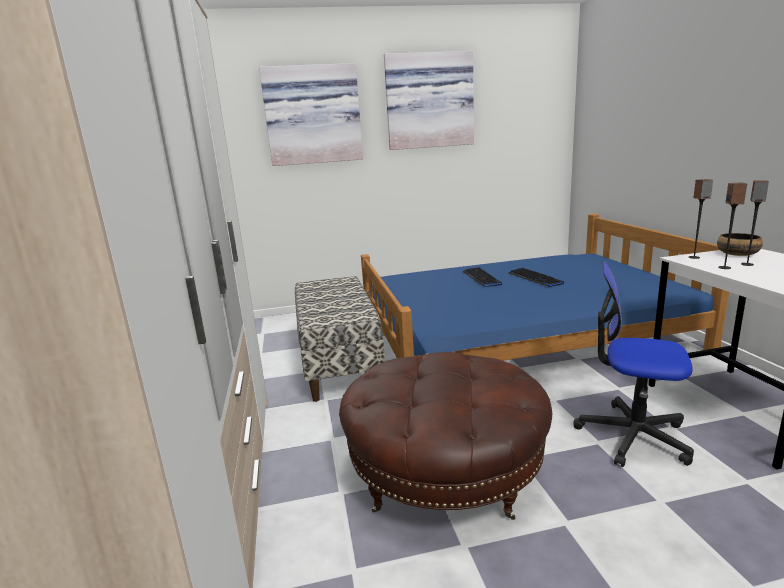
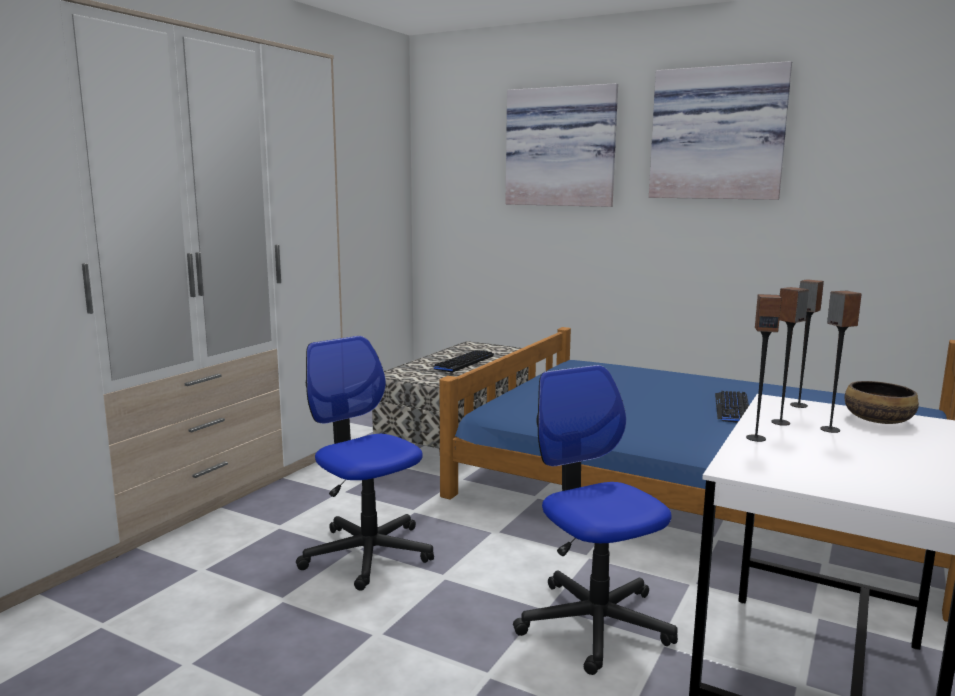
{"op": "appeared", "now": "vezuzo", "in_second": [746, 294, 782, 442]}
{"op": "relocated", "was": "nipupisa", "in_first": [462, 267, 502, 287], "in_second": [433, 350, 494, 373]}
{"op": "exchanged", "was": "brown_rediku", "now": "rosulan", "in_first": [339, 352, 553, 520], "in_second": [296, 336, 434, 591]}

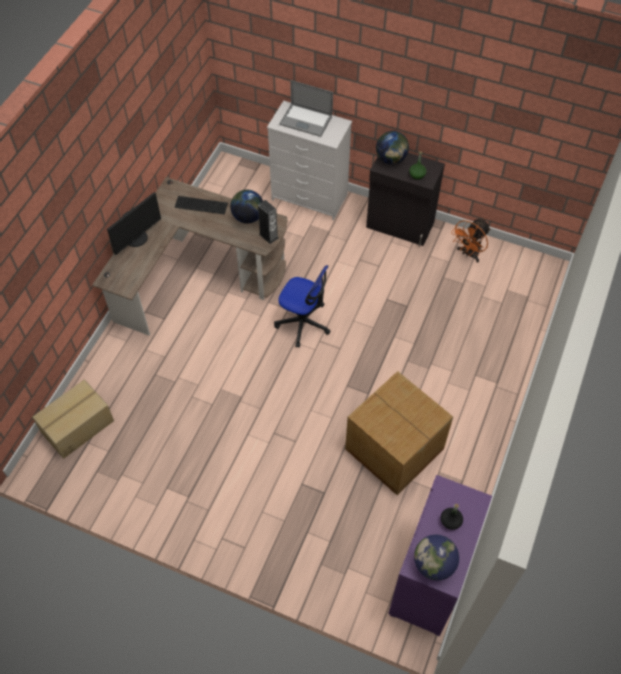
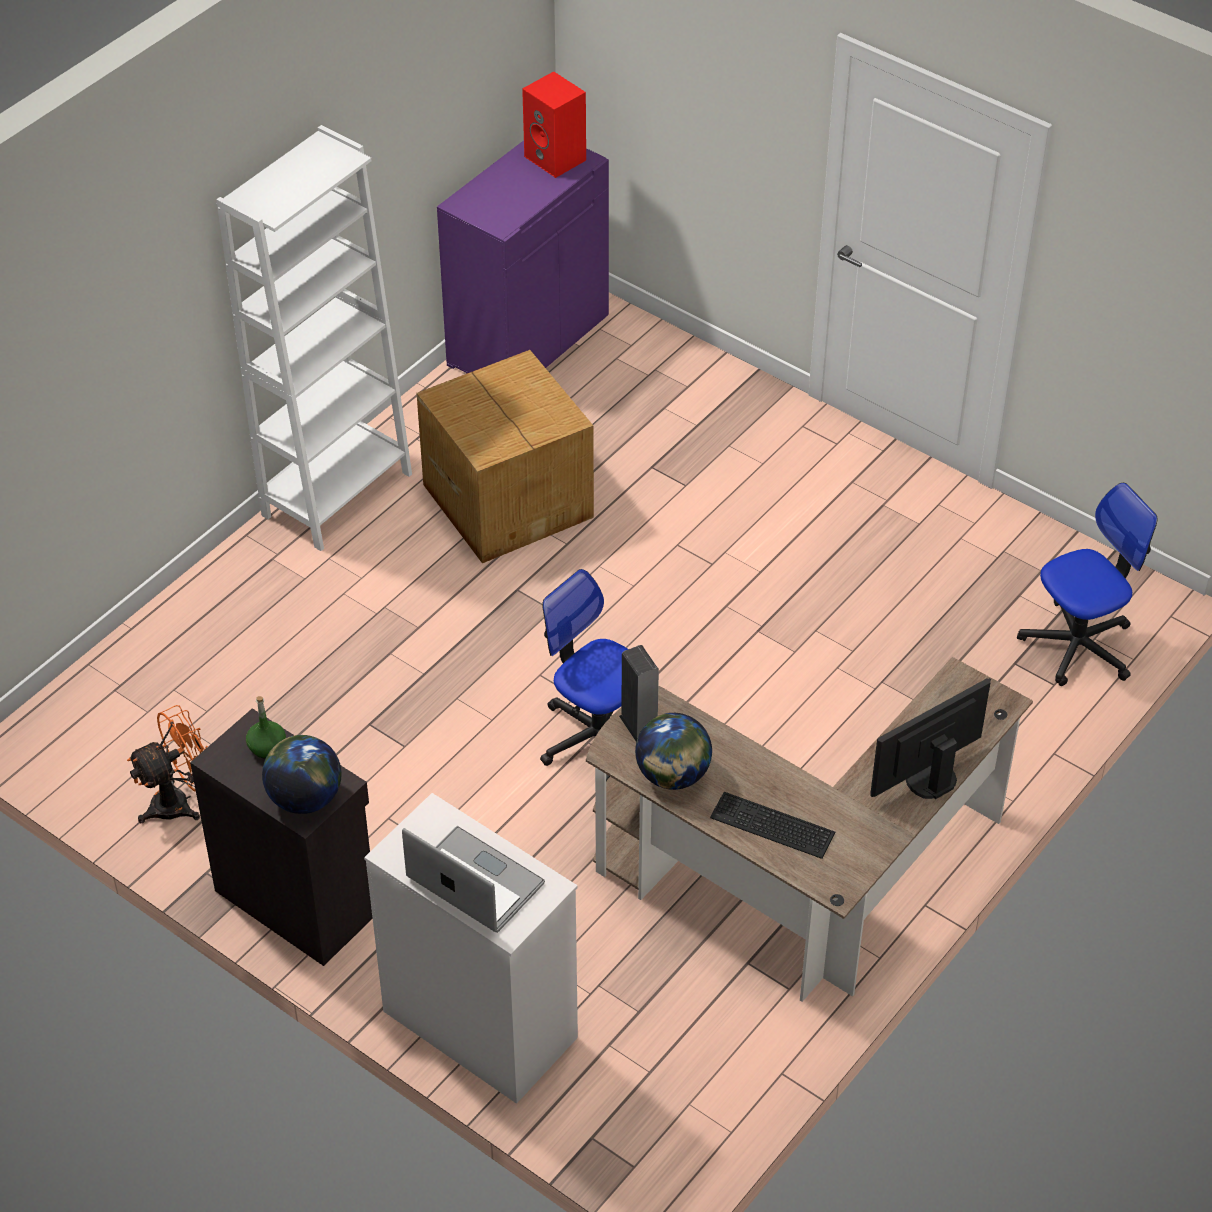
{"op": "missing", "was": "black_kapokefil", "in_first": [441, 504, 463, 530]}
{"op": "appeared", "now": "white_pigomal", "in_second": [216, 125, 412, 551]}
{"op": "exchanged", "was": "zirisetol", "now": "rosulan", "in_first": [32, 380, 114, 459], "in_second": [1017, 483, 1158, 686]}
{"op": "exchanged", "was": "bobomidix", "now": "red_vezuzo", "in_first": [414, 534, 459, 581], "in_second": [522, 71, 586, 178]}

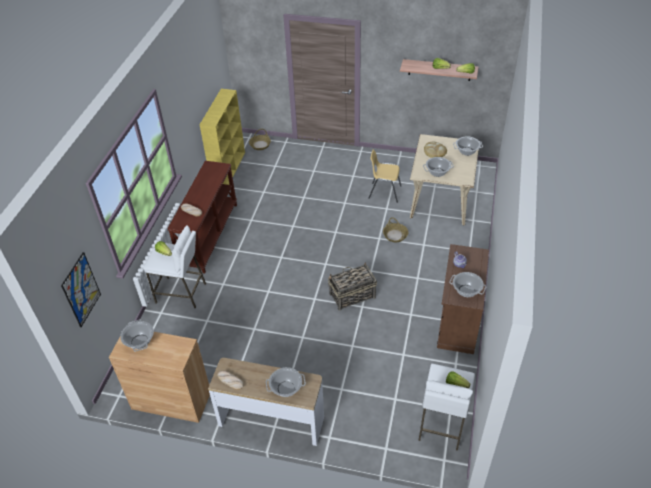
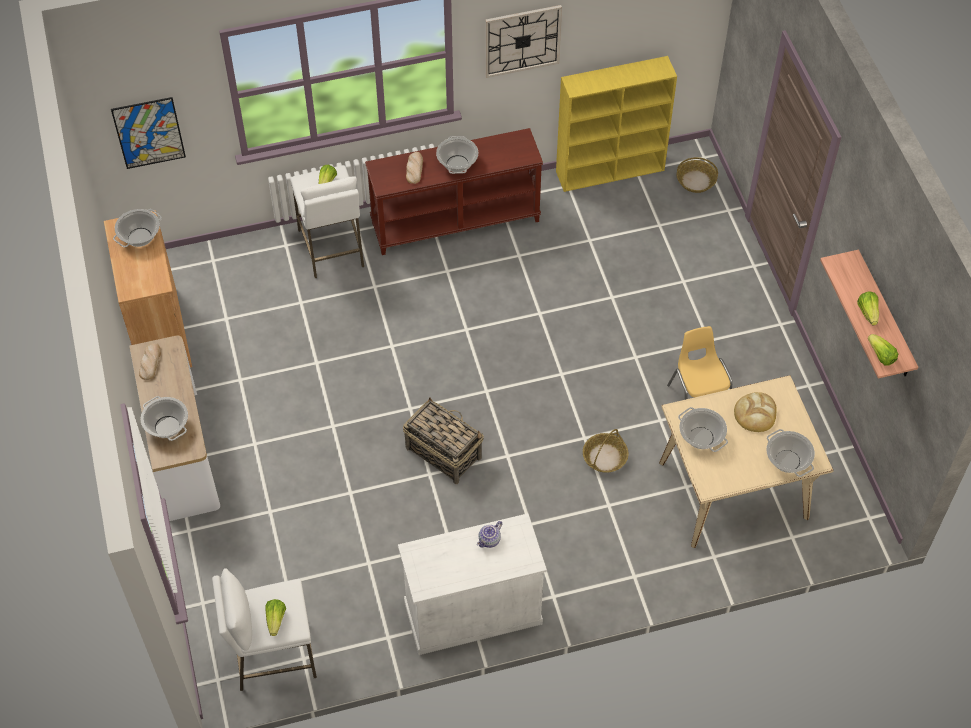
{"op": "appeared", "now": "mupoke", "in_second": [485, 5, 562, 78]}
{"op": "relocated", "was": "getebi", "in_first": [449, 272, 486, 297], "in_second": [436, 136, 478, 174]}
{"op": "colour", "was": "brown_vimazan", "now": "white_vimazan", "in_first": [437, 244, 489, 354], "in_second": [398, 513, 547, 655]}

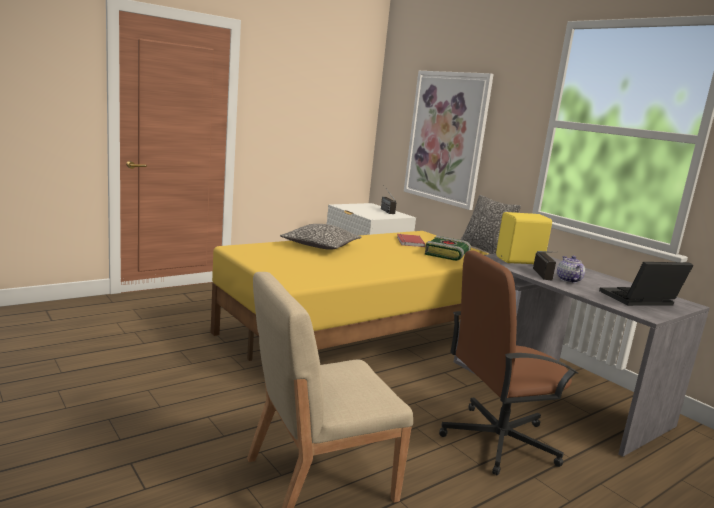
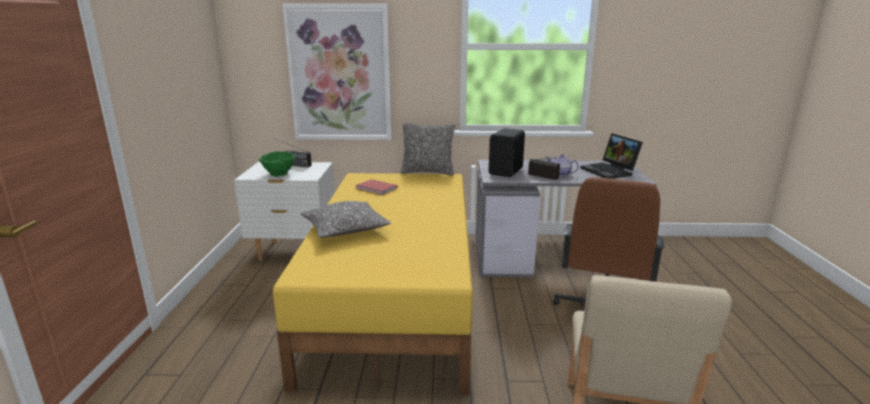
{"op": "missing", "was": "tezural", "in_first": [425, 236, 471, 261]}
{"op": "appeared", "now": "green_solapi", "in_second": [259, 151, 295, 176]}
{"op": "colour", "was": "yellow_vezuzo", "now": "black_vezuzo", "in_first": [496, 212, 552, 264], "in_second": [489, 128, 525, 177]}
{"op": "spun", "was": "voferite", "in_first": [599, 262, 693, 306], "in_second": [581, 133, 643, 179], "clockwise": -45}

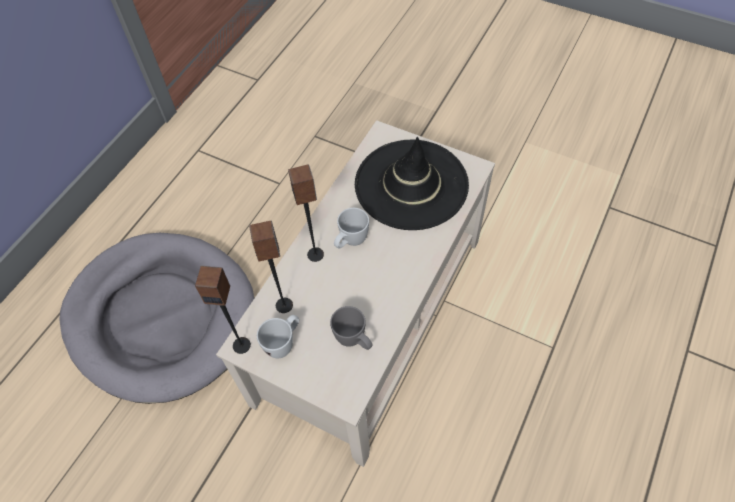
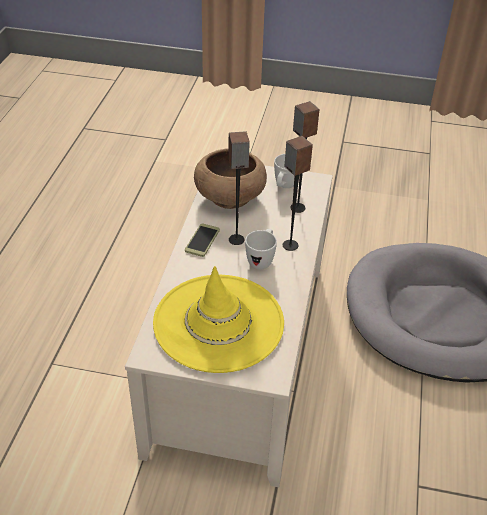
{"op": "appeared", "now": "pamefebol", "in_second": [185, 224, 220, 257]}
{"op": "relocated", "was": "vezuzo", "in_first": [195, 266, 251, 354], "in_second": [228, 131, 250, 245]}
{"op": "exchanged", "was": "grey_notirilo", "now": "brown_solapi", "in_first": [330, 306, 373, 350], "in_second": [194, 148, 267, 209]}
{"op": "colour", "was": "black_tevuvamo", "now": "yellow_tevuvamo", "in_first": [355, 137, 469, 230], "in_second": [153, 266, 284, 373]}

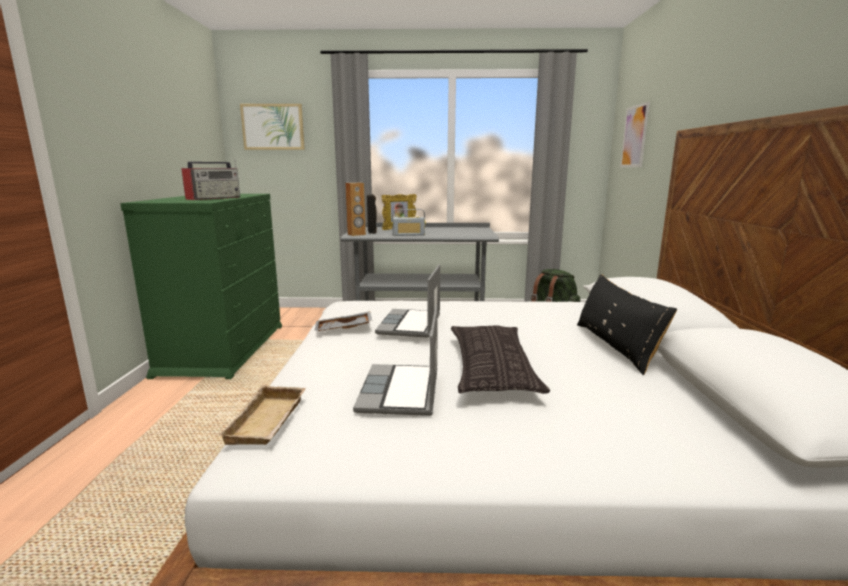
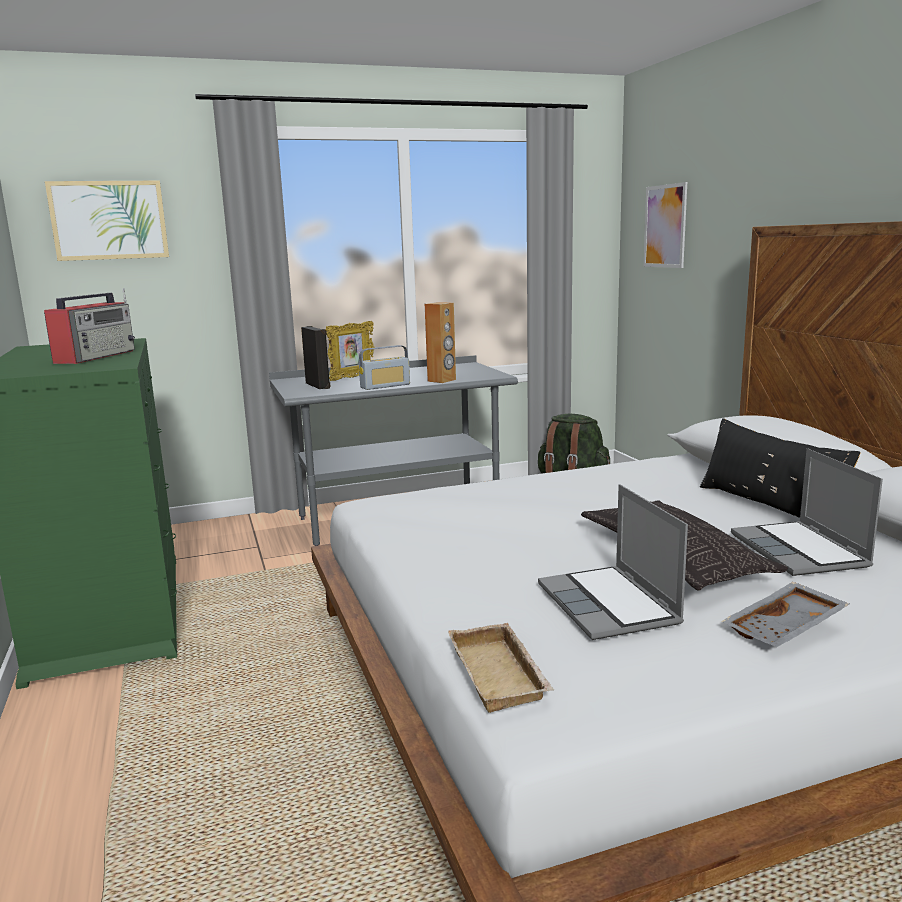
{"op": "relocated", "was": "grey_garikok", "in_first": [314, 311, 372, 331], "in_second": [721, 582, 849, 647]}
{"op": "relocated", "was": "brown_vezuzo", "in_first": [345, 183, 366, 236], "in_second": [425, 302, 456, 383]}
{"op": "relocated", "was": "voferite", "in_first": [375, 264, 440, 338], "in_second": [731, 448, 883, 576]}

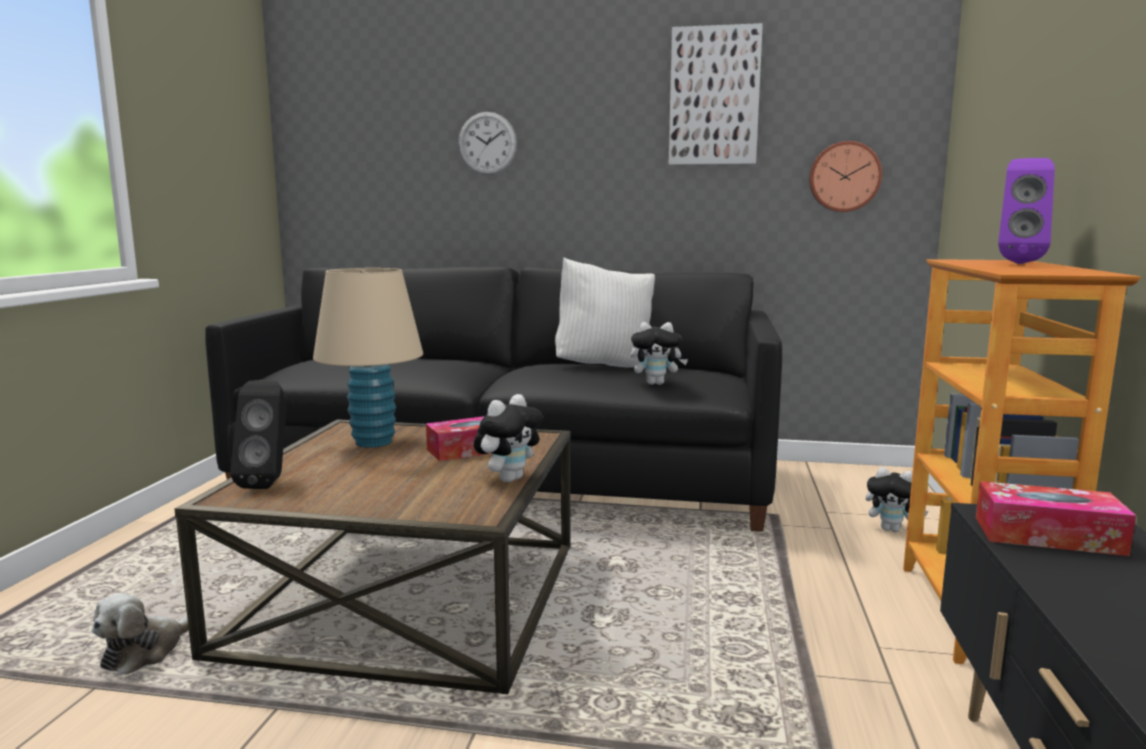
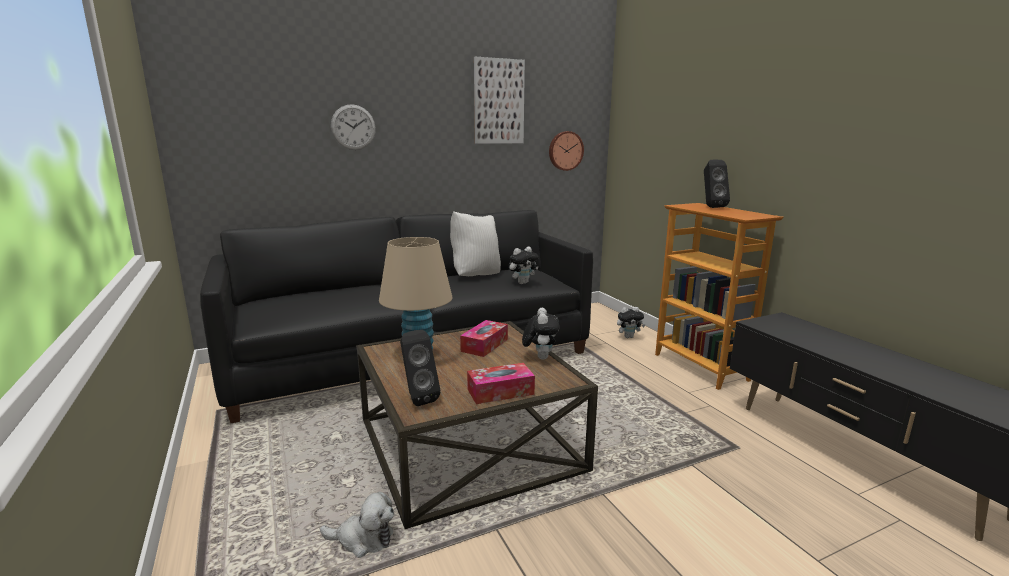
{"op": "relocated", "was": "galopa", "in_first": [976, 481, 1136, 556], "in_second": [467, 363, 535, 404]}
{"op": "colour", "was": "purple_vezuzo", "now": "black_vezuzo", "in_first": [998, 158, 1055, 264], "in_second": [704, 160, 730, 208]}
{"op": "spun", "was": "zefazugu", "in_first": [92, 593, 189, 674], "in_second": [320, 492, 394, 558], "clockwise": -75}

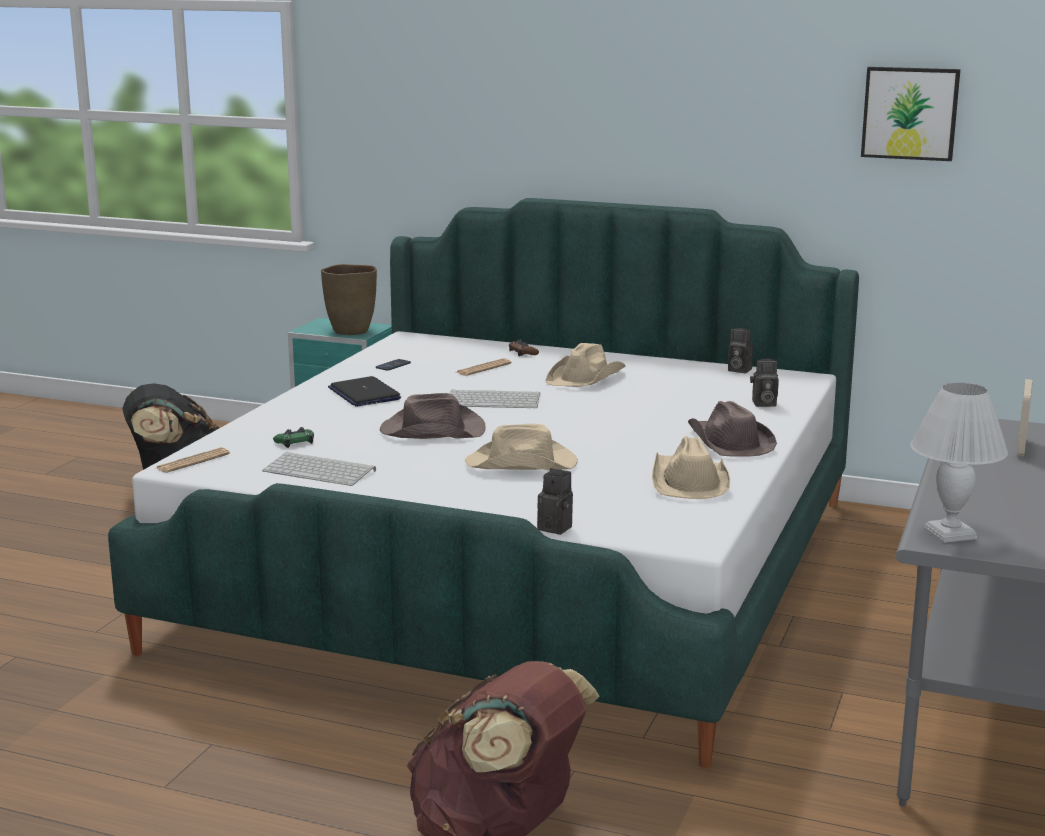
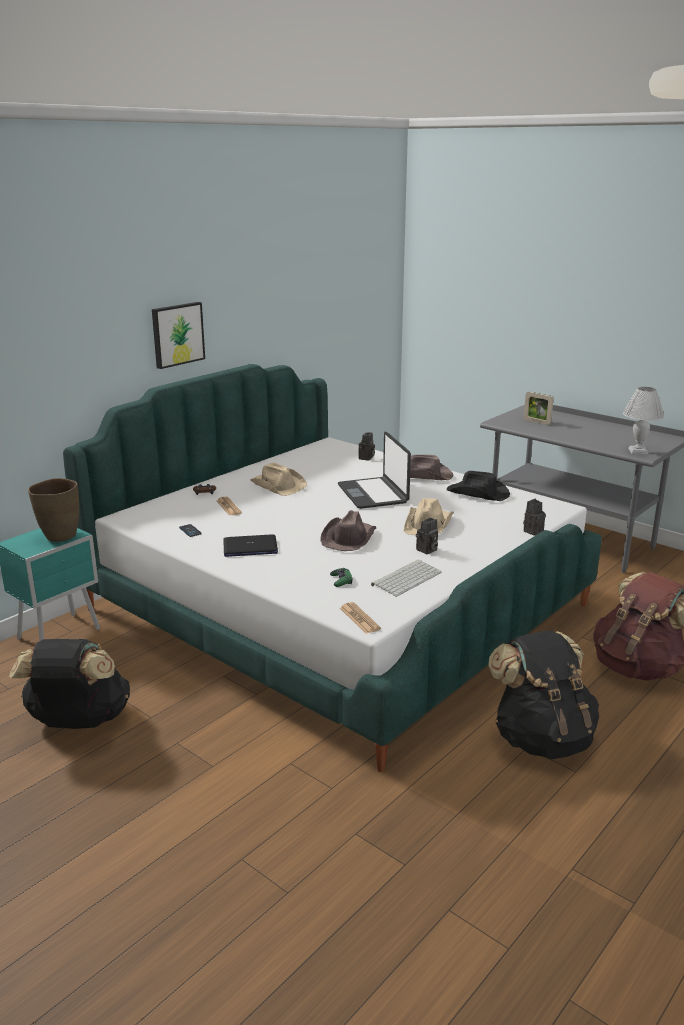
{"op": "missing", "was": "nipupisa", "in_first": [450, 390, 540, 408]}
{"op": "appeared", "now": "voferite", "in_second": [338, 432, 411, 509]}
{"op": "appeared", "now": "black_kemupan", "in_second": [488, 631, 599, 759]}
{"op": "relocated", "was": "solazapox", "in_first": [728, 328, 753, 373], "in_second": [416, 518, 438, 554]}
{"op": "relocated", "was": "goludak", "in_first": [861, 67, 961, 161], "in_second": [152, 302, 205, 369]}
{"op": "colour", "was": "beige_tevuvamo", "now": "black_tevuvamo", "in_first": [652, 436, 730, 499], "in_second": [447, 471, 510, 501]}

